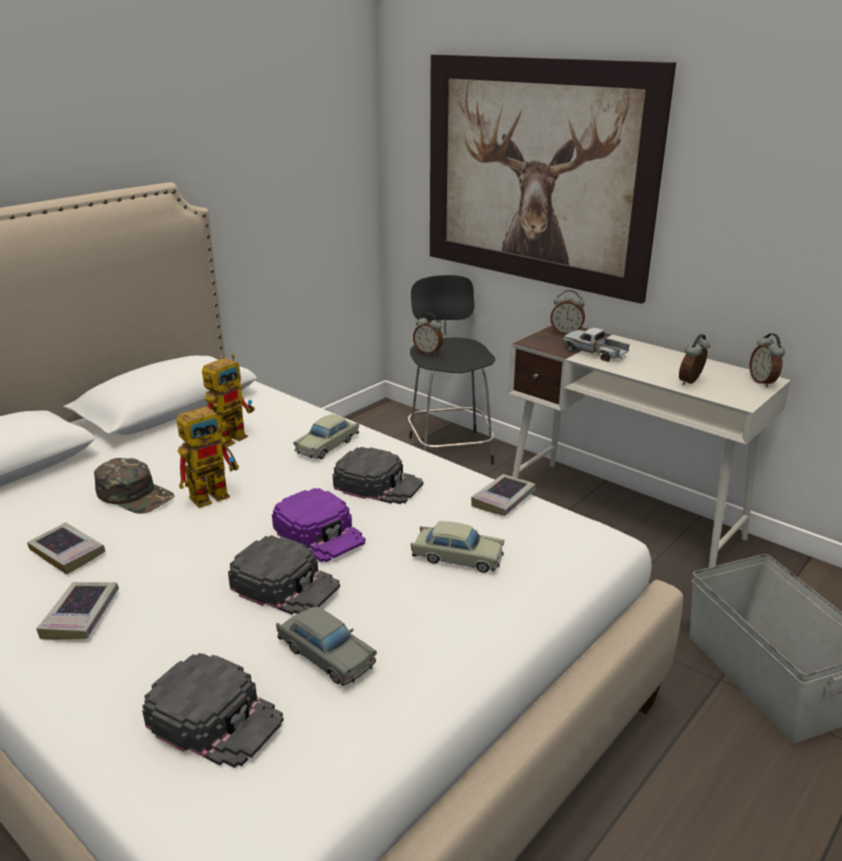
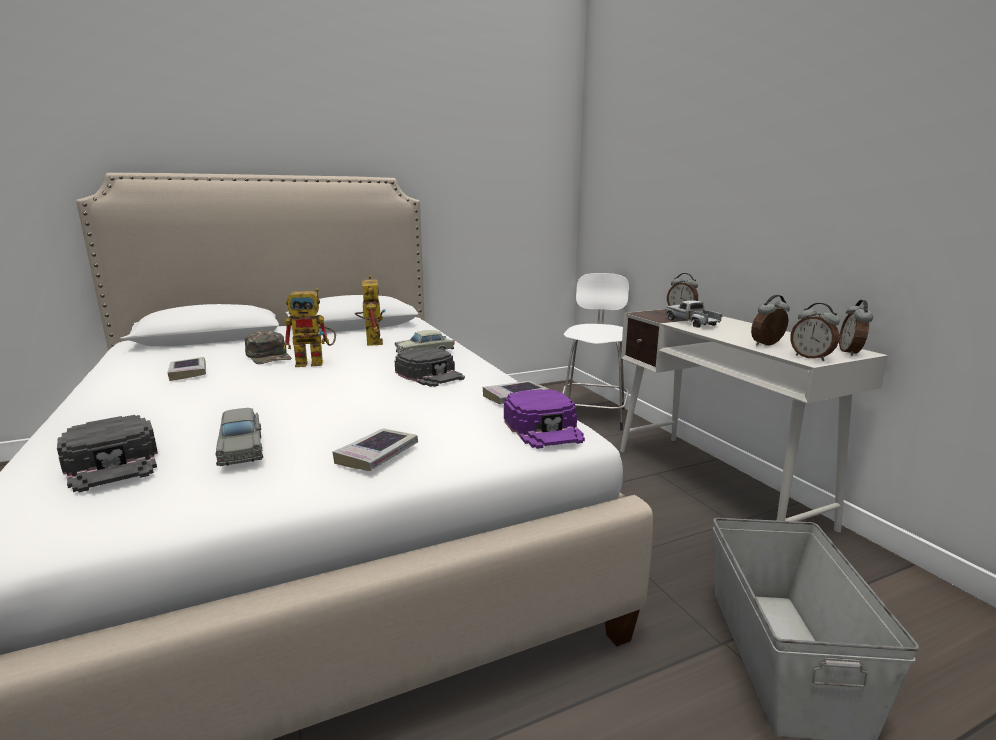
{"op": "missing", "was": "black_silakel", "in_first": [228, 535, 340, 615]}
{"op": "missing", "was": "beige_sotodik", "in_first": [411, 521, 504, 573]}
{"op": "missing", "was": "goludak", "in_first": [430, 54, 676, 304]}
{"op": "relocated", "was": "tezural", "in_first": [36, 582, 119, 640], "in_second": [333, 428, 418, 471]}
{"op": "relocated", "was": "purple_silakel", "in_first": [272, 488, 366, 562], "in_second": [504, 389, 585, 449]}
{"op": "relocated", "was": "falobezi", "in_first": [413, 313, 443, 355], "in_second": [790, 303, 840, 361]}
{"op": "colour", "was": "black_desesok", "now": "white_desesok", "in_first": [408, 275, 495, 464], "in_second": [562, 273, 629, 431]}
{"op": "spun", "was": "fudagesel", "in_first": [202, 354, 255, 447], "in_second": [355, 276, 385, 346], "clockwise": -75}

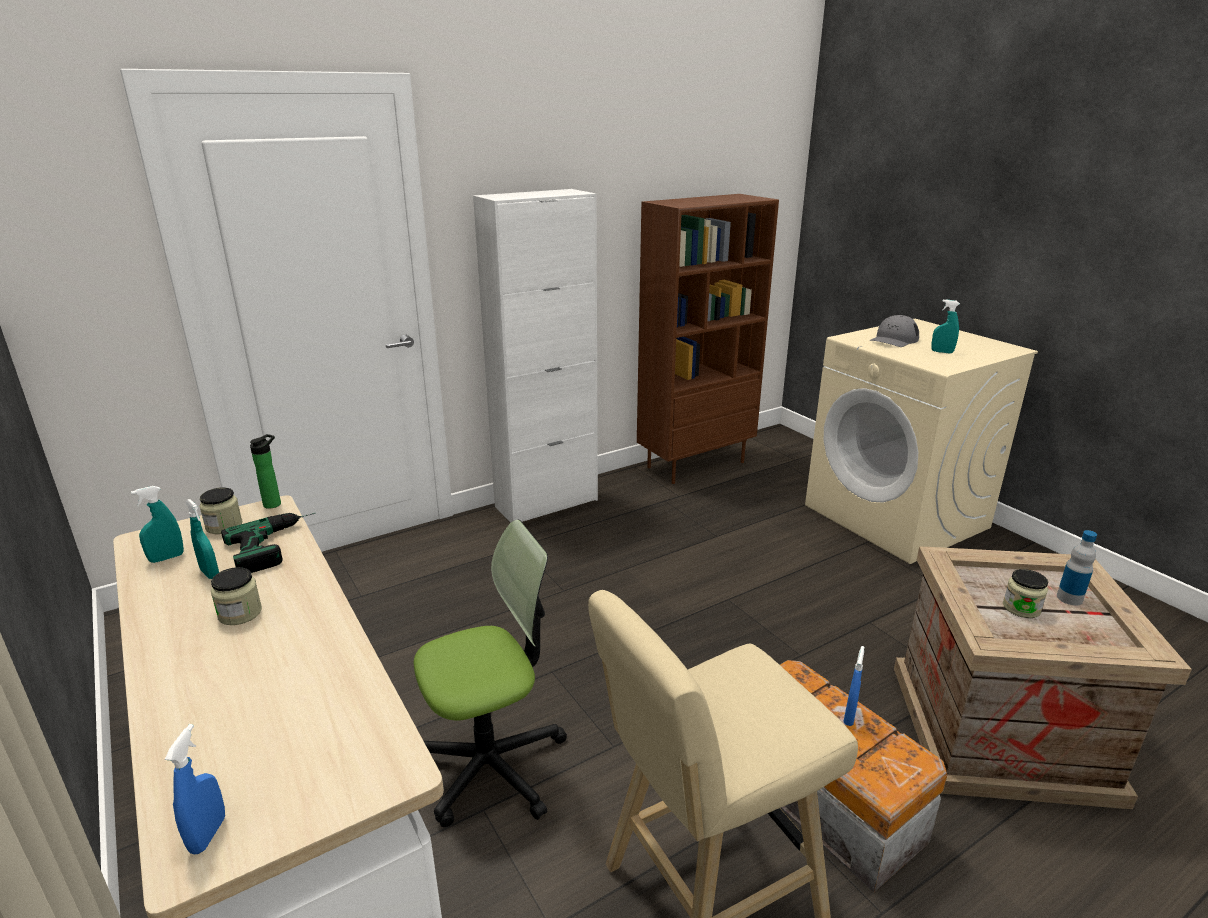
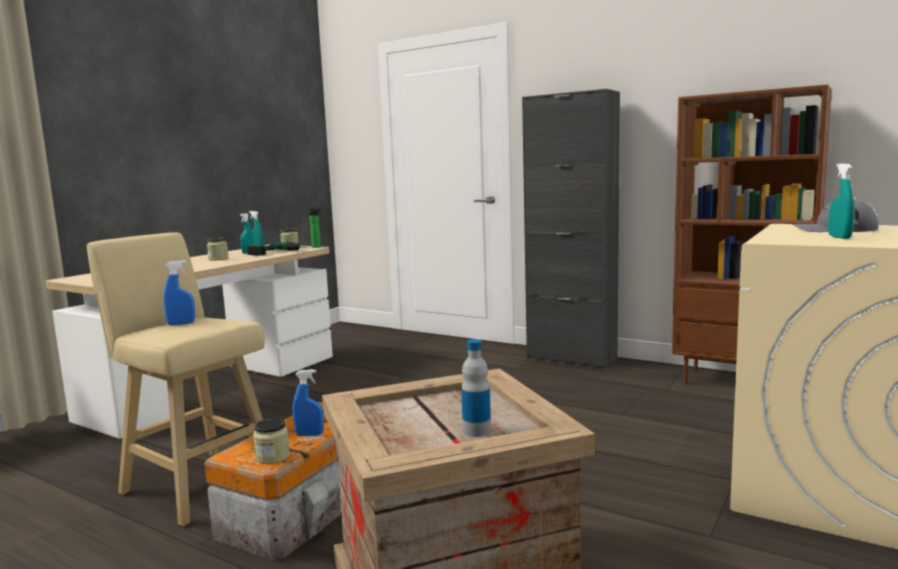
{"op": "missing", "was": "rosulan", "in_first": [414, 520, 567, 827]}
{"op": "relocated", "was": "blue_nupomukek", "in_first": [165, 724, 225, 854], "in_second": [163, 260, 195, 326]}
{"op": "relocated", "was": "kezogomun", "in_first": [1003, 569, 1048, 618], "in_second": [253, 418, 290, 464]}
{"op": "colour", "was": "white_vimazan", "now": "black_vimazan", "in_first": [473, 189, 598, 522], "in_second": [522, 89, 620, 369]}

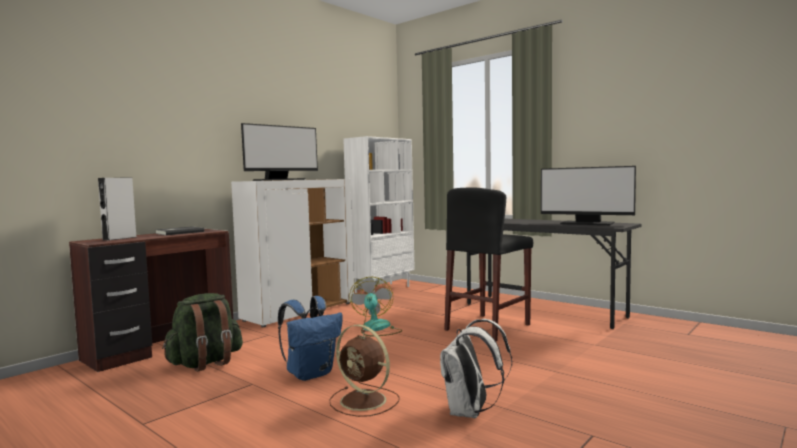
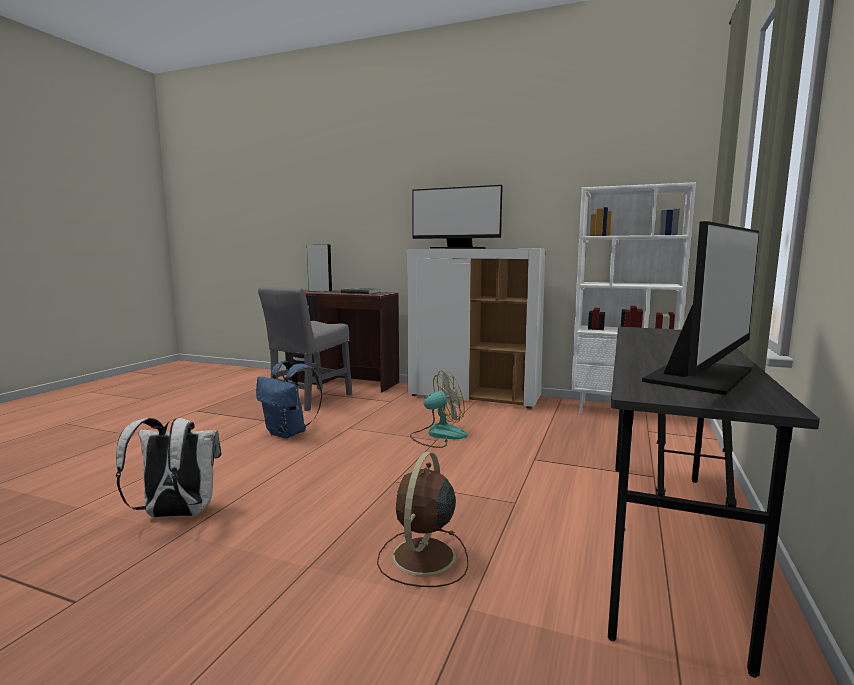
{"op": "missing", "was": "black_desesok", "in_first": [444, 187, 533, 341]}
{"op": "relocated", "was": "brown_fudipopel", "in_first": [329, 324, 400, 417], "in_second": [377, 452, 468, 587]}
{"op": "exchanged", "was": "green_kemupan", "now": "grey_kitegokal", "in_first": [162, 293, 243, 372], "in_second": [258, 286, 352, 411]}
{"op": "spun", "was": "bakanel", "in_first": [541, 166, 636, 225], "in_second": [642, 221, 759, 395], "clockwise": -150}

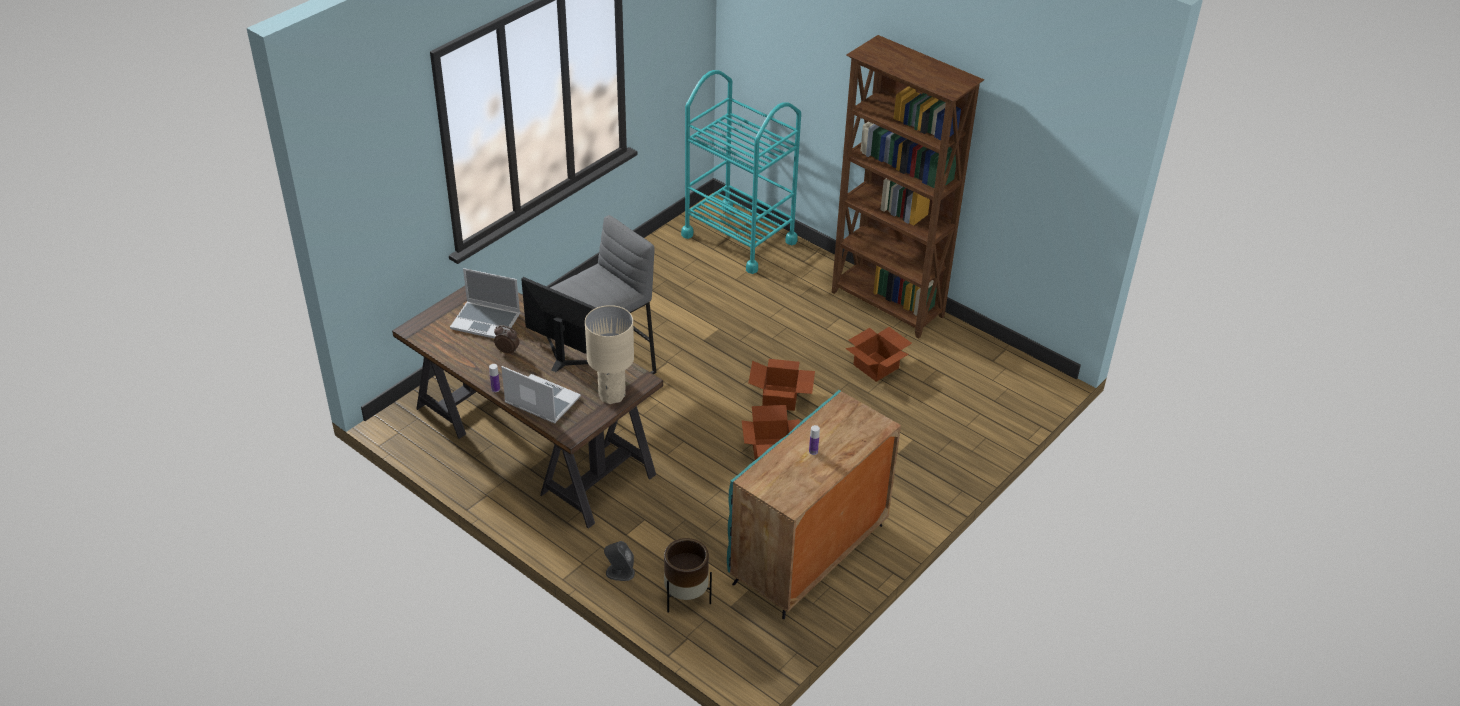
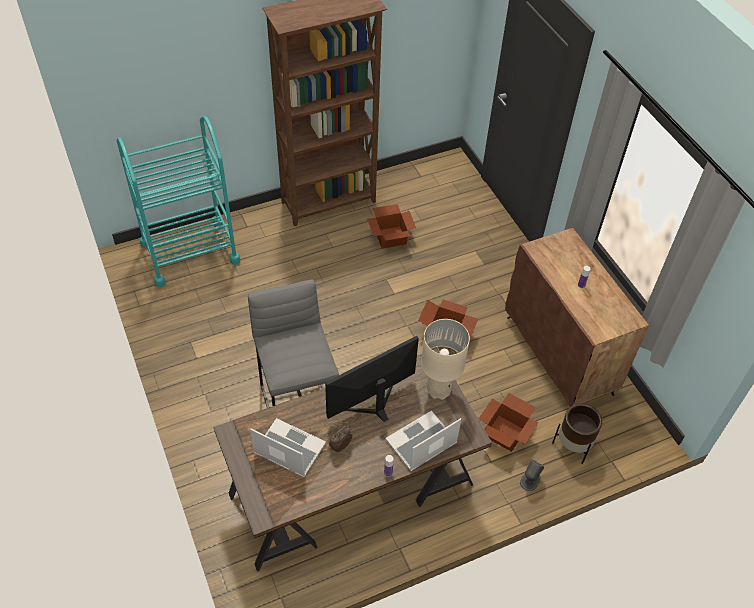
{"op": "relocated", "was": "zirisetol", "in_first": [748, 359, 815, 411], "in_second": [479, 393, 538, 452]}
{"op": "colour", "was": "turquoise_vimazan", "now": "brown_vimazan", "in_first": [727, 390, 901, 619], "in_second": [505, 228, 649, 407]}
{"op": "spun", "was": "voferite", "in_first": [450, 268, 520, 338], "in_second": [250, 418, 326, 477], "clockwise": -105}

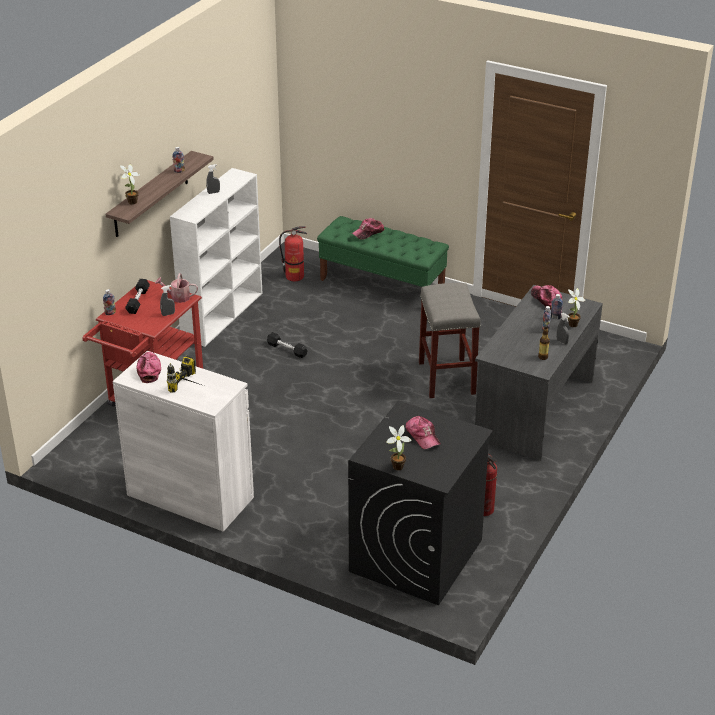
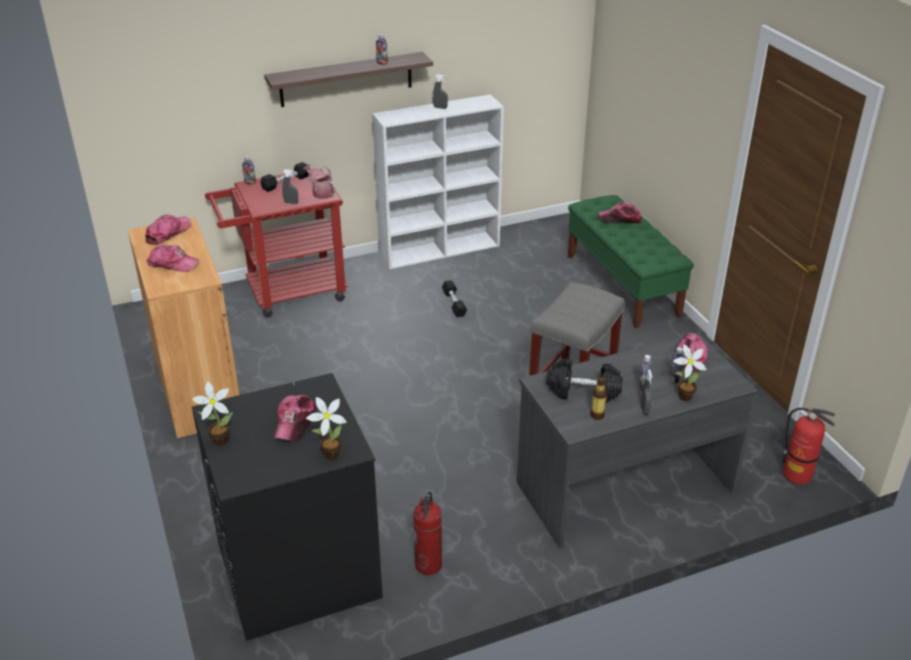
{"op": "appeared", "now": "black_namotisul", "in_second": [547, 358, 623, 403]}
{"op": "relocated", "was": "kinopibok", "in_first": [120, 164, 140, 205], "in_second": [306, 397, 346, 460]}
{"op": "relocated", "was": "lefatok", "in_first": [279, 226, 307, 281], "in_second": [782, 408, 835, 484]}
{"op": "exchanged", "was": "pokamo", "now": "silakel", "in_first": [167, 356, 201, 392], "in_second": [147, 245, 199, 272]}
{"op": "colour", "was": "white_vimazan", "now": "brown_vimazan", "in_first": [113, 351, 254, 532], "in_second": [128, 217, 239, 438]}

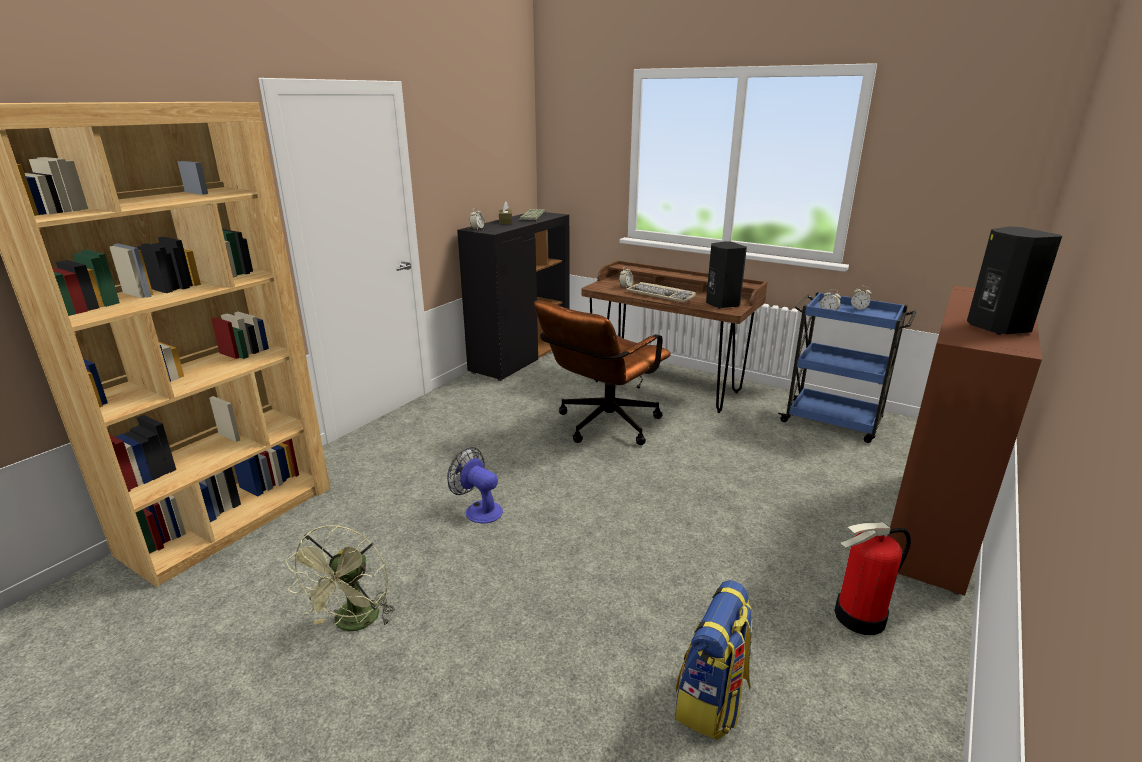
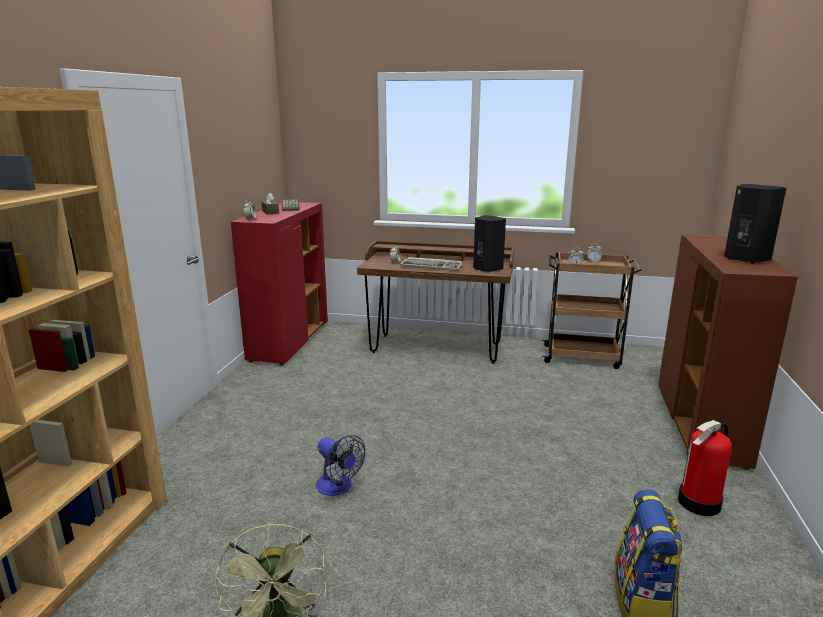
{"op": "missing", "was": "brown_rosulan", "in_first": [534, 300, 671, 445]}
{"op": "colour", "was": "black_vimazan", "now": "red_vimazan", "in_first": [457, 212, 569, 381], "in_second": [231, 202, 328, 365]}
{"op": "colour", "was": "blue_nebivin", "now": "brown_nebivin", "in_first": [778, 292, 916, 443], "in_second": [542, 252, 642, 369]}
{"op": "spun", "was": "fudipopel", "in_first": [447, 447, 503, 523], "in_second": [316, 435, 365, 496], "clockwise": -150}

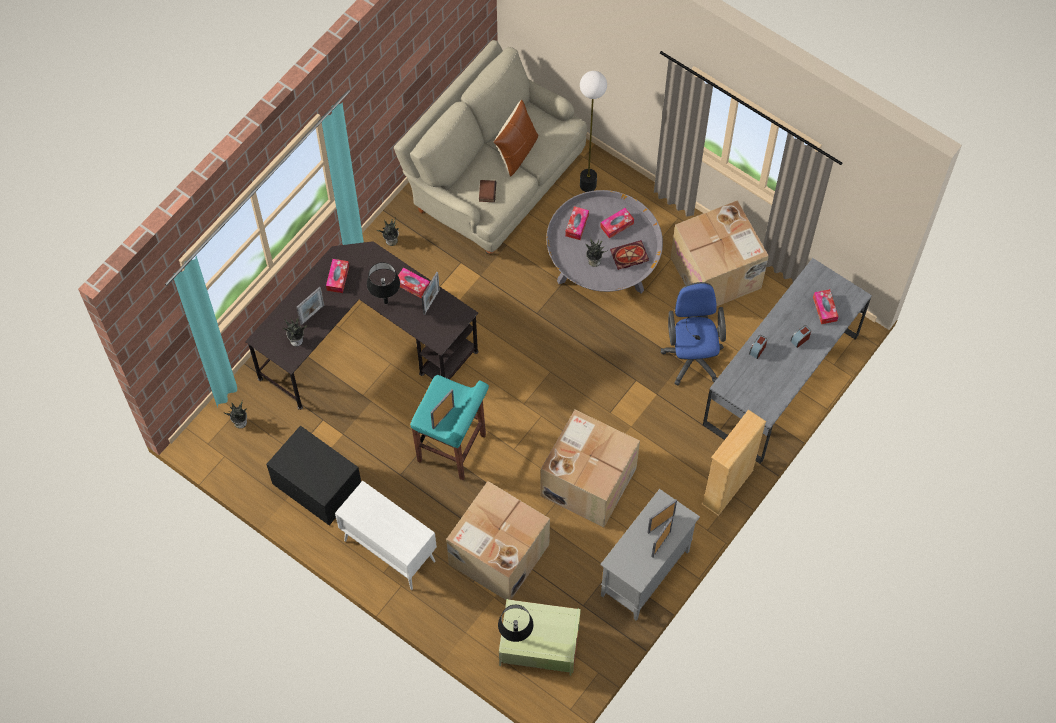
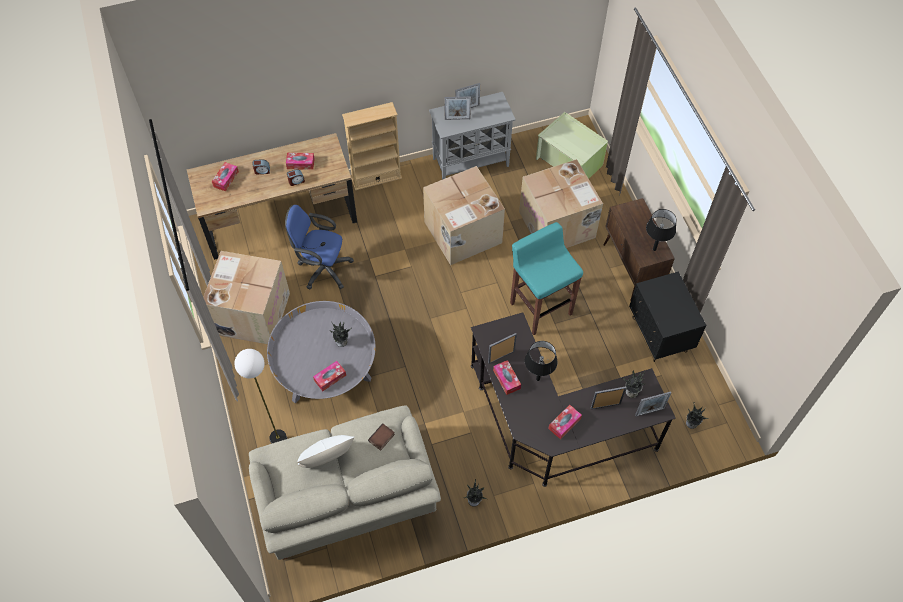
{"op": "missing", "was": "tezural", "in_first": [610, 240, 649, 270]}
{"op": "relocated", "was": "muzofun", "in_first": [430, 389, 454, 429], "in_second": [635, 392, 671, 417]}
{"op": "relocated", "was": "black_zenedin", "in_first": [498, 605, 533, 642], "in_second": [646, 209, 677, 251]}
{"op": "relocated", "was": "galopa", "in_first": [600, 208, 634, 238], "in_second": [286, 153, 315, 170]}
{"op": "colour", "was": "white_vimazan", "now": "brown_vimazan", "in_first": [335, 481, 437, 590], "in_second": [604, 198, 675, 301]}
{"op": "colour", "was": "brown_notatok", "now": "white_notatok", "in_first": [493, 100, 538, 177], "in_second": [298, 435, 355, 468]}
{"op": "colour", "was": "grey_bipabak", "now": "brown_bipabak", "in_first": [703, 258, 872, 464], "in_second": [187, 133, 357, 260]}
{"op": "spun", "was": "blue_rosulan", "in_first": [660, 282, 726, 385], "in_second": [285, 205, 354, 289], "clockwise": 75}

